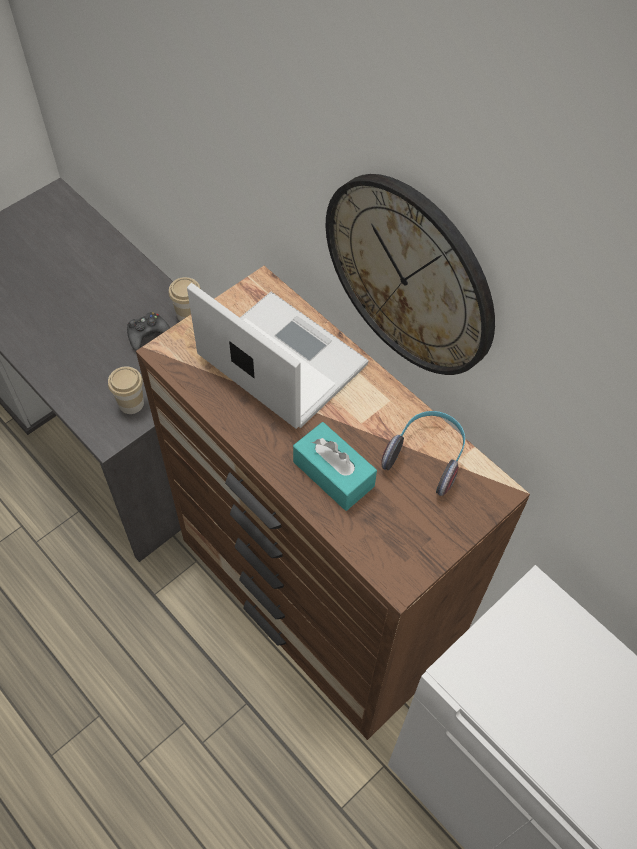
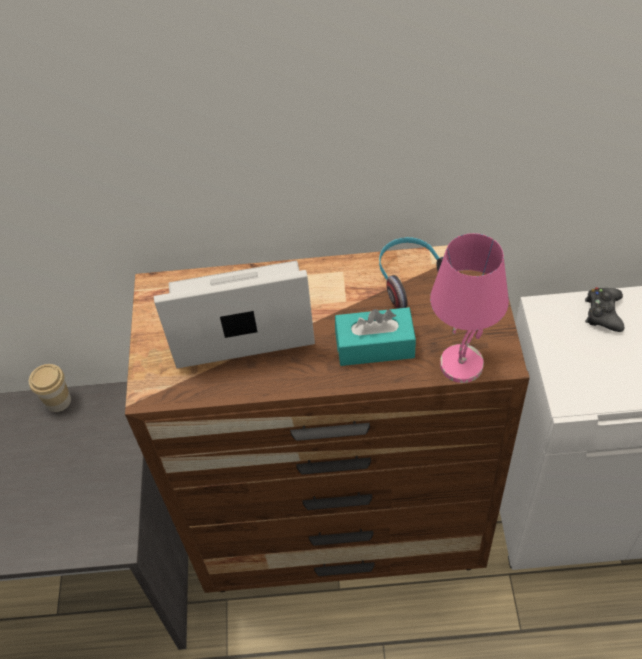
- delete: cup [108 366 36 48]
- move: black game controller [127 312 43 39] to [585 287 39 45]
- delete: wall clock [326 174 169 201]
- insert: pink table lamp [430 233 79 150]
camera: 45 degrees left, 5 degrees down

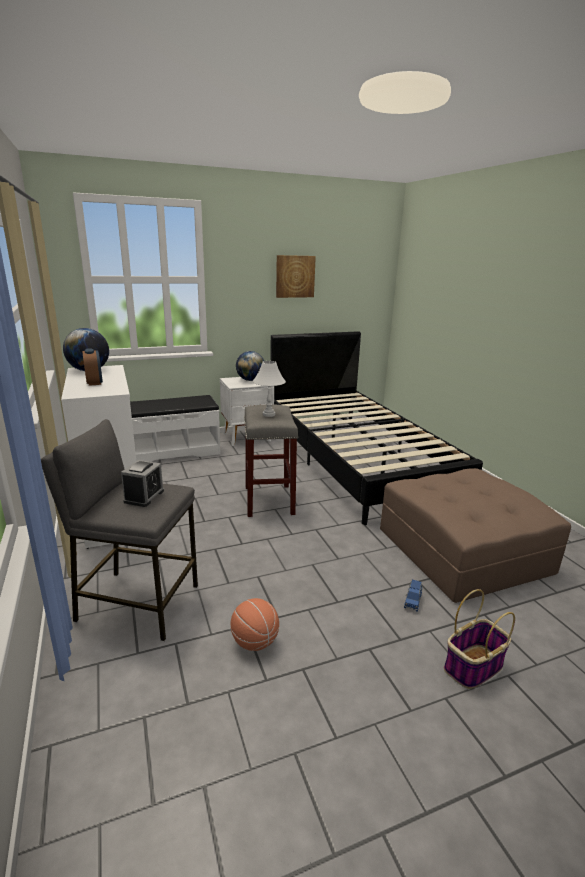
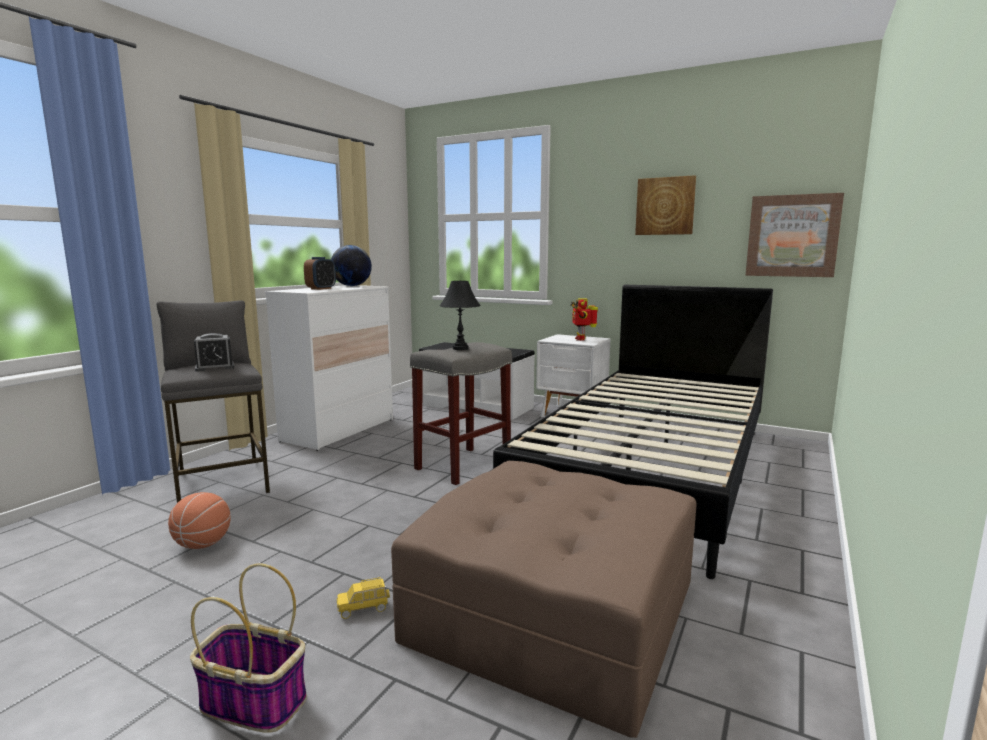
- replace: globe [236 351 28 30] to toy robot [571 299 27 42]
- recolor: white table lamp [253 361 33 56] to black table lamp [440 280 41 70]
- recolor: blue toy car [404 579 18 33] to yellow toy car [337 577 53 42]
- insert: picture [745 193 99 84]
camera: 50 degrees right, 10 degrees down

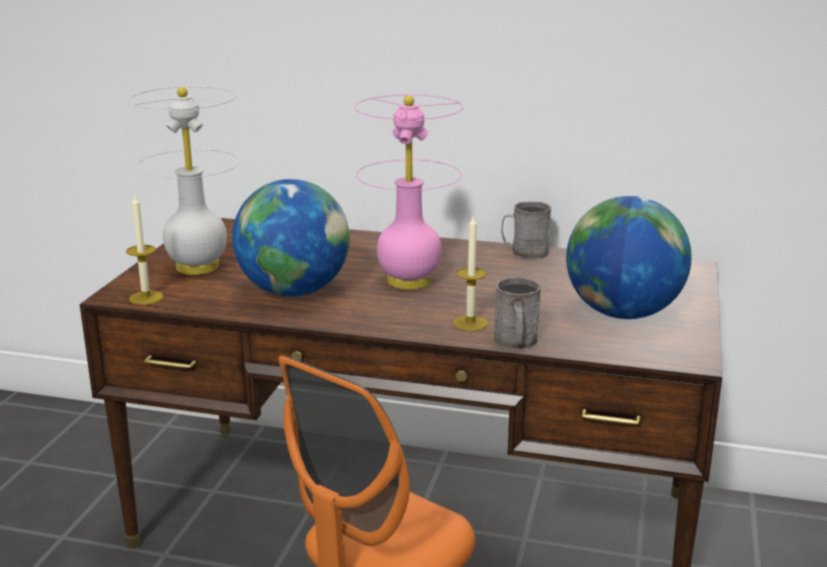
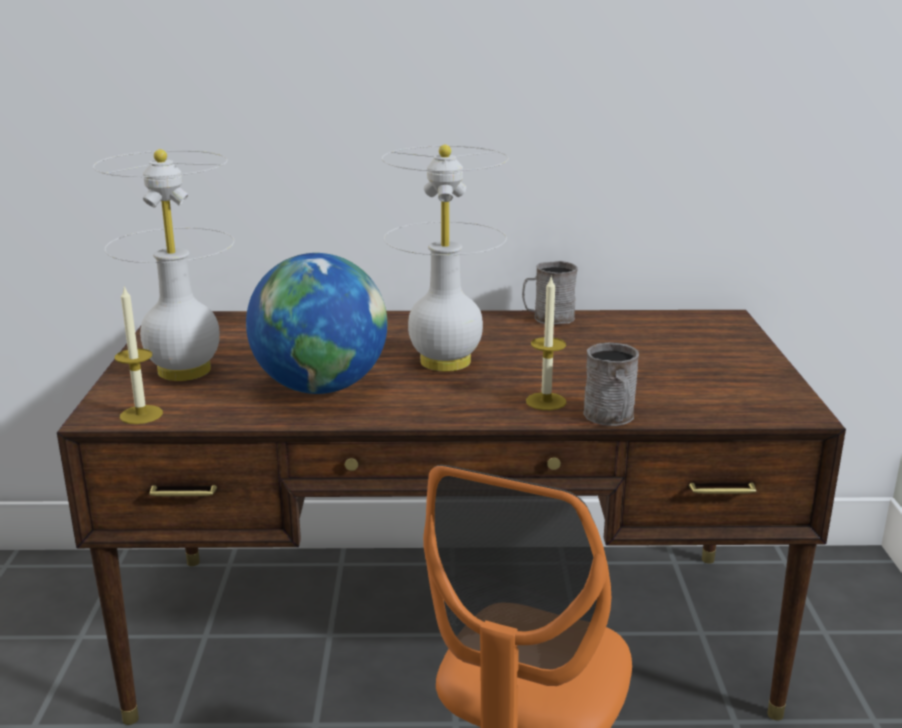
- recolor: pink table lamp [355 95 108 195] to white table lamp [382 145 126 226]
- delete: globe [566 196 126 123]
camera: 15 degrees left, 0 degrees up

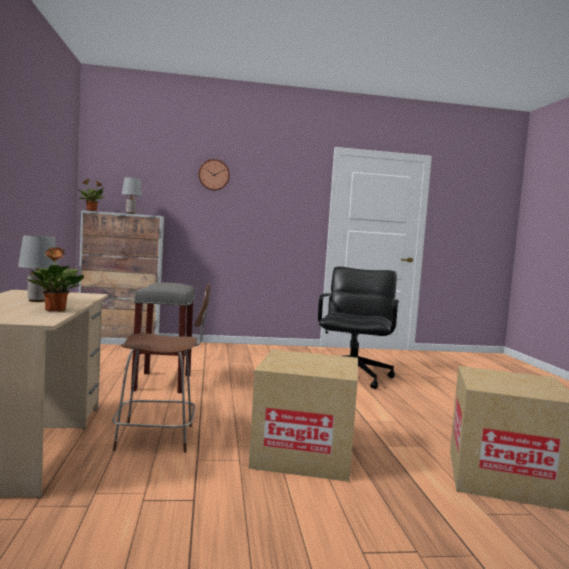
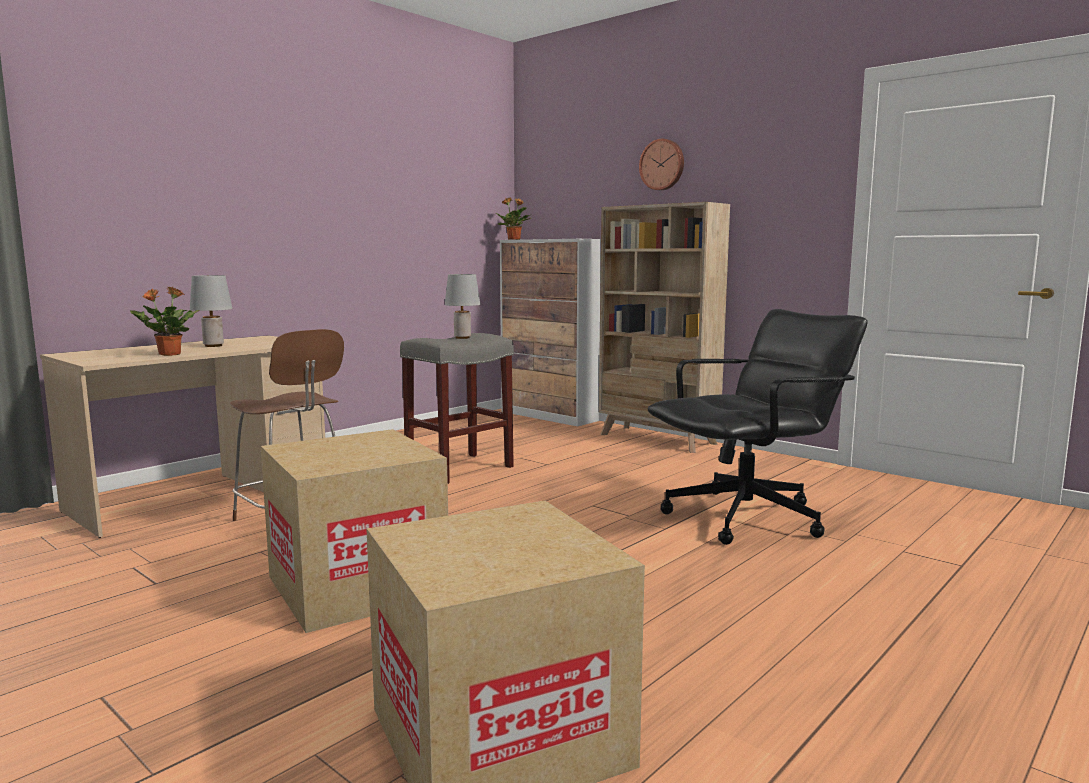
- move: grey table lamp [122 177 20 37] to [445 274 35 65]
- insert: beige bookcase [599 202 131 251]
camera: 50 degrees right, 5 degrees up

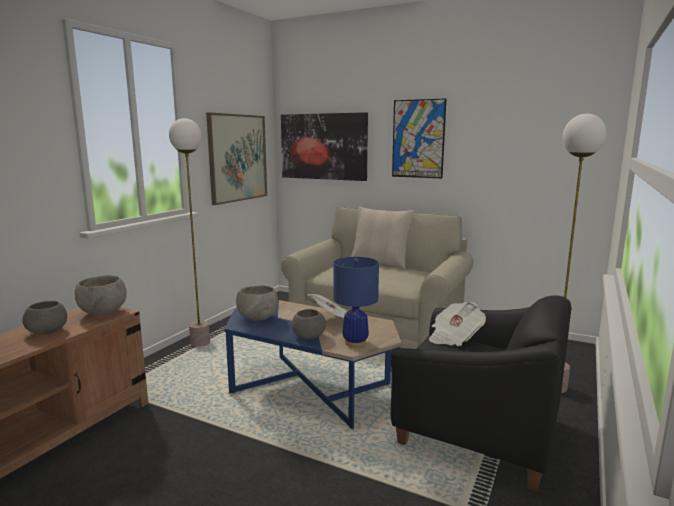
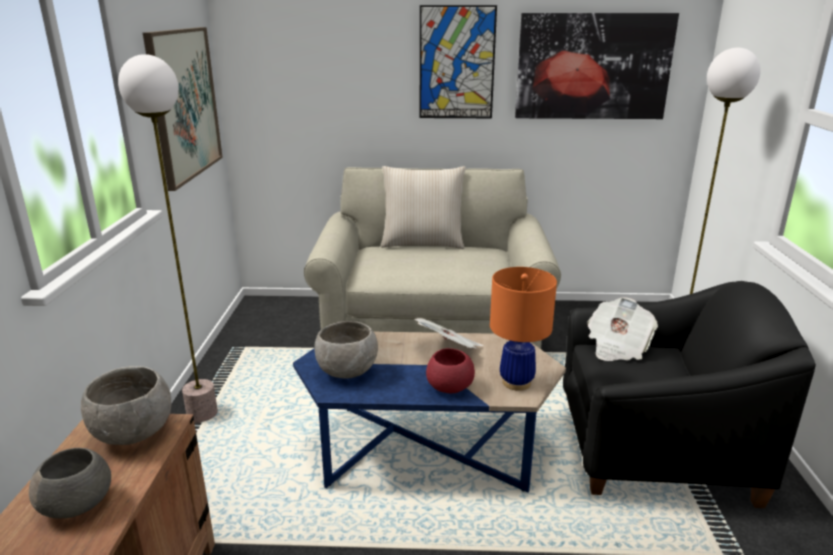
- move: picture [281 112 87 69] to [515 13 164 106]
- recolor: grey bowl [291 309 35 30] to red bowl [426 348 49 45]
- recolor: blue table lamp [334 257 45 90] to orange table lamp [490 267 67 124]
camera: 25 degrees left, 10 degrees up

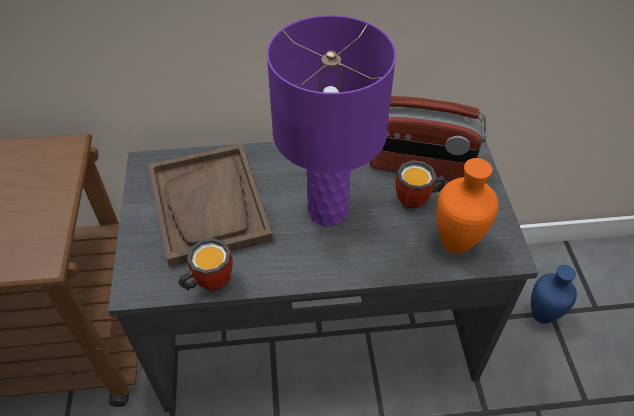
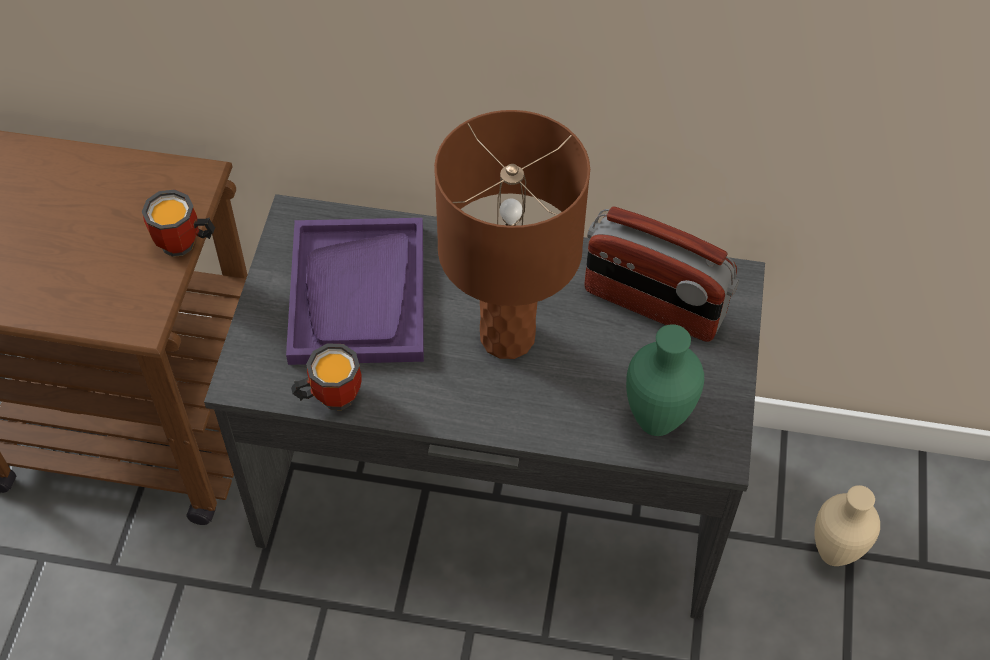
- recolor: brown tray [148 144 125 123] to purple tray [286 218 138 147]
- recolor: purple table lamp [267 15 129 211] to brown table lamp [434 110 156 249]
- move: mug [396 160 49 51] to [142 189 73 68]
- recolor: orange vase [436 158 62 96] to green vase [626 324 78 112]
- recolor: blue vase [531 265 46 59] to beige vase [815 485 65 81]
camera: 15 degrees right, 5 degrees up

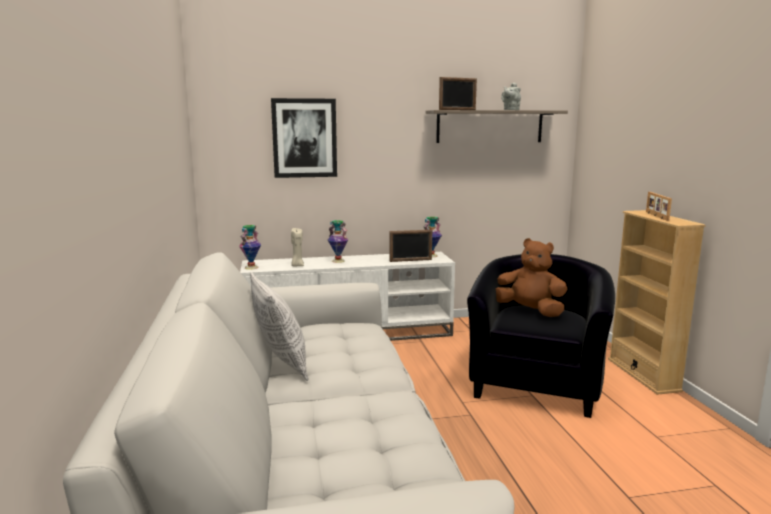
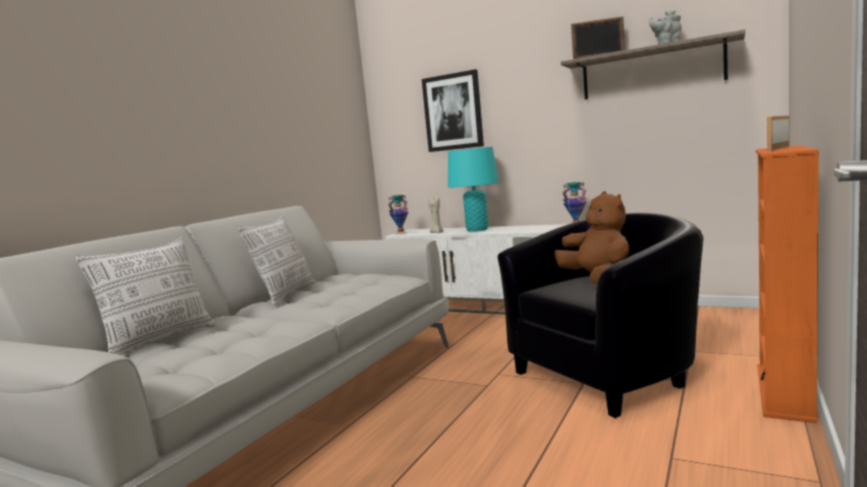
- replace: vase [328 220 21 43] to turquoise table lamp [448 147 51 85]
- delete: picture frame [390 230 42 32]
- recolor: beige bookcase [608 210 97 185] to orange bookcase [756 145 63 278]
- insert: pillow [75 237 140 118]
camera: 40 degrees right, 5 degrees down

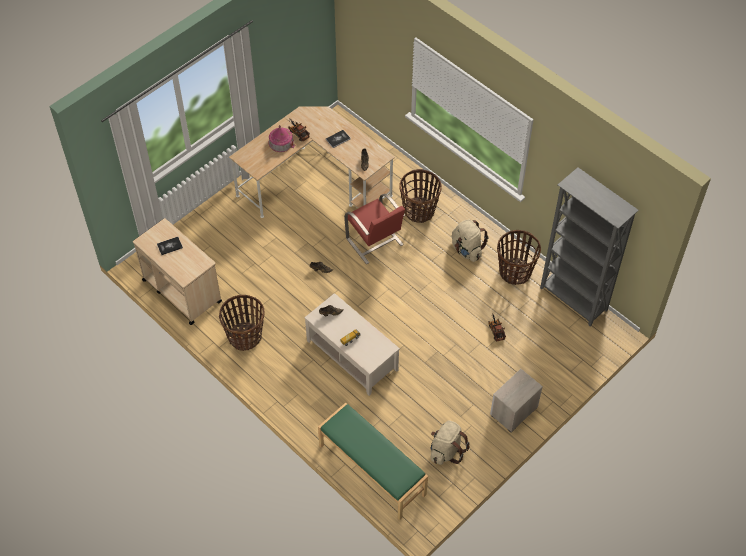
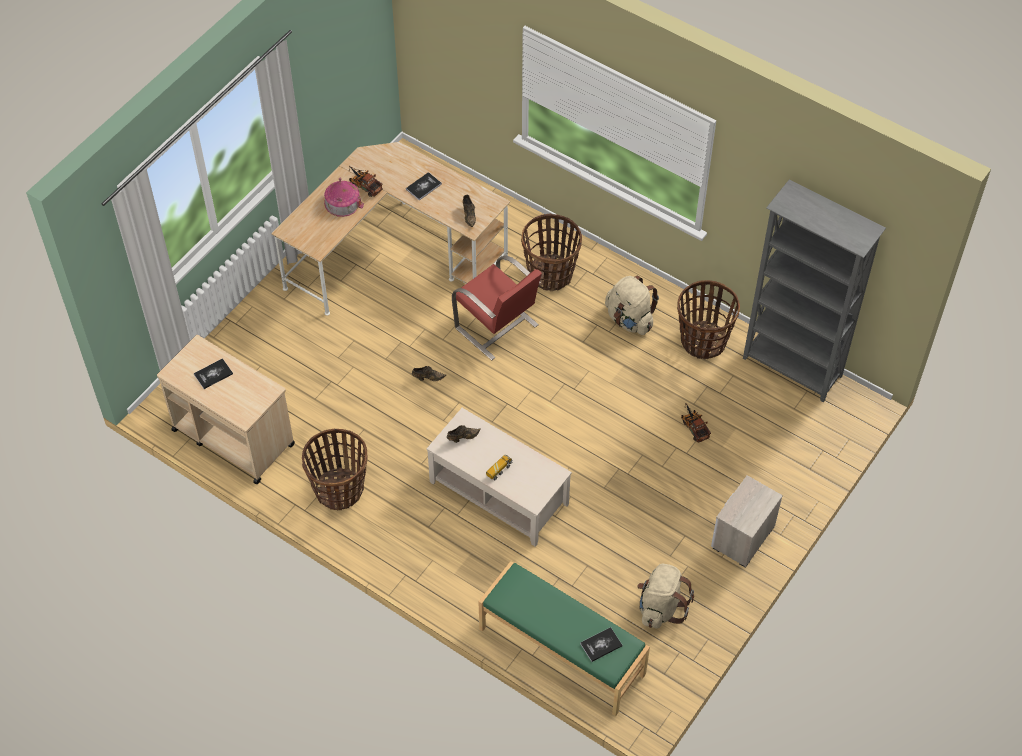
- insert: book [580 627 43 35]
camera: 10 degrees left, 0 degrees up

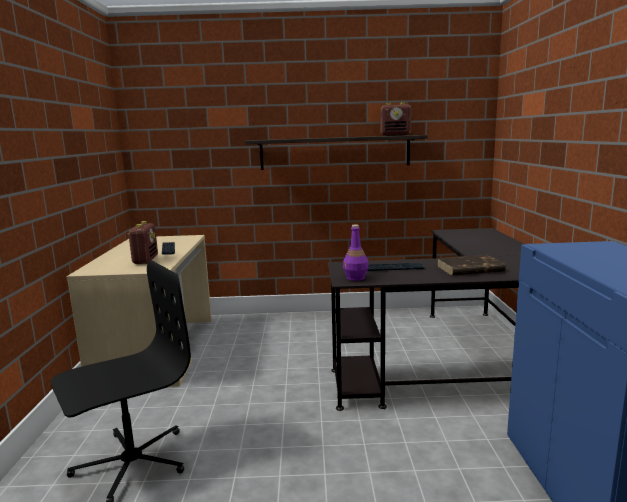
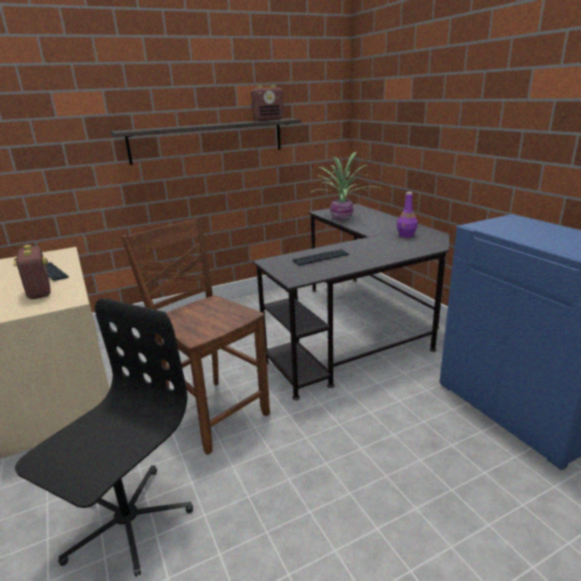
- move: purple bottle [343 225 26 56] to [397 192 21 45]
- delete: brown book [437 255 69 21]
- insert: brown chair [121 217 149 238]
- insert: potted plant [309 152 73 68]
camera: 25 degrees left, 10 degrees up

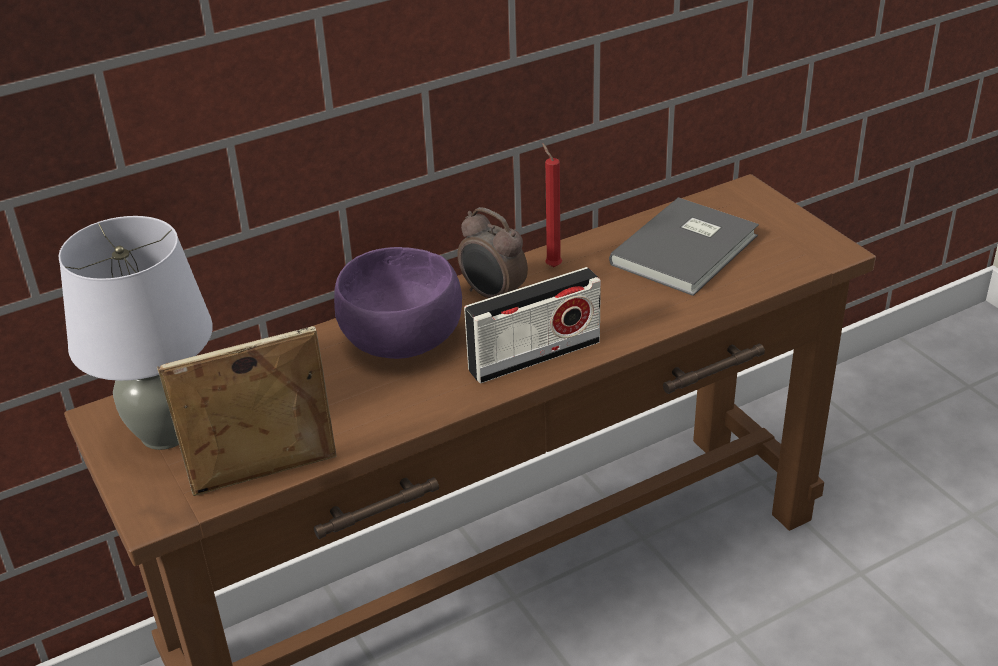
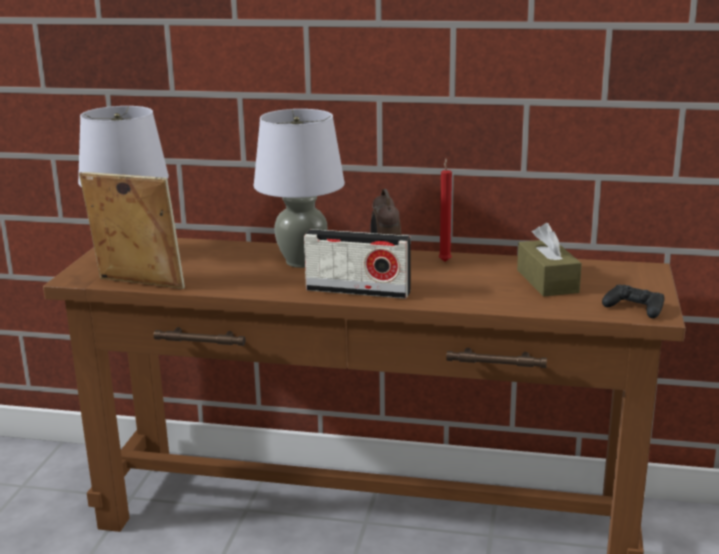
- replace: purple bowl [334 247 128 112] to grey table lamp [253 109 92 159]
- replace: grey book [609 197 150 99] to brown tissue box [517 223 65 74]
- insert: black game controller [602 284 62 34]
camera: 40 degrees right, 15 degrees down

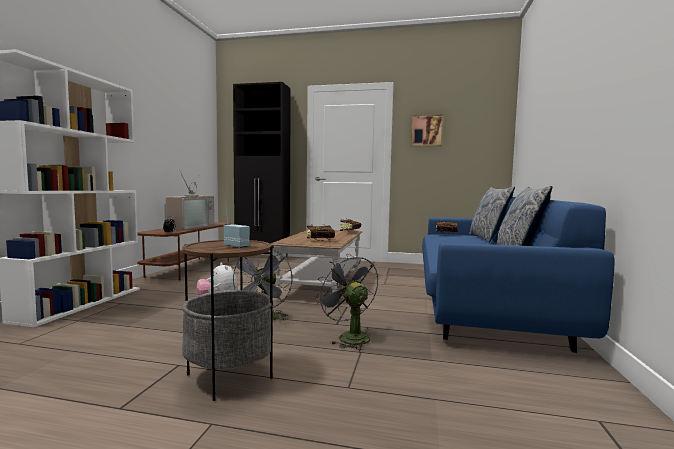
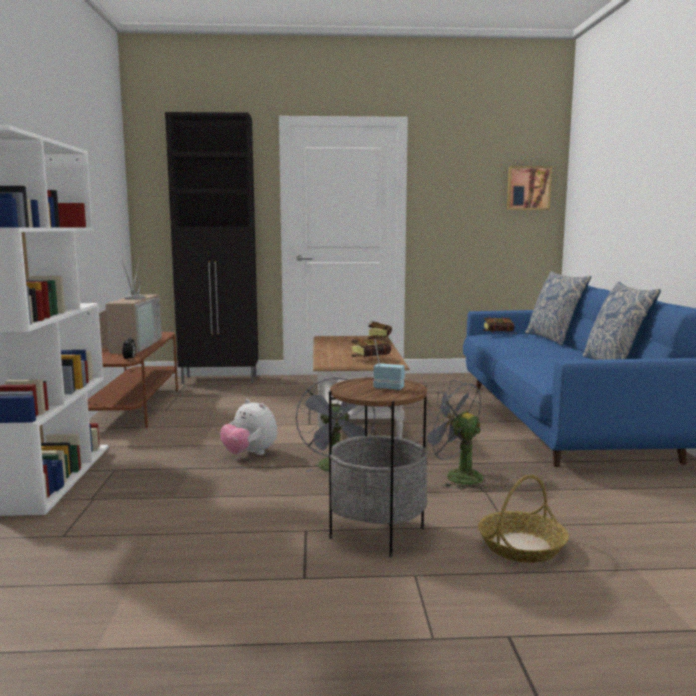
- move: picture [411 114 32 32] to [507 166 45 44]
- insert: basket [478 474 91 89]
camera: 15 degrees left, 5 degrees up

